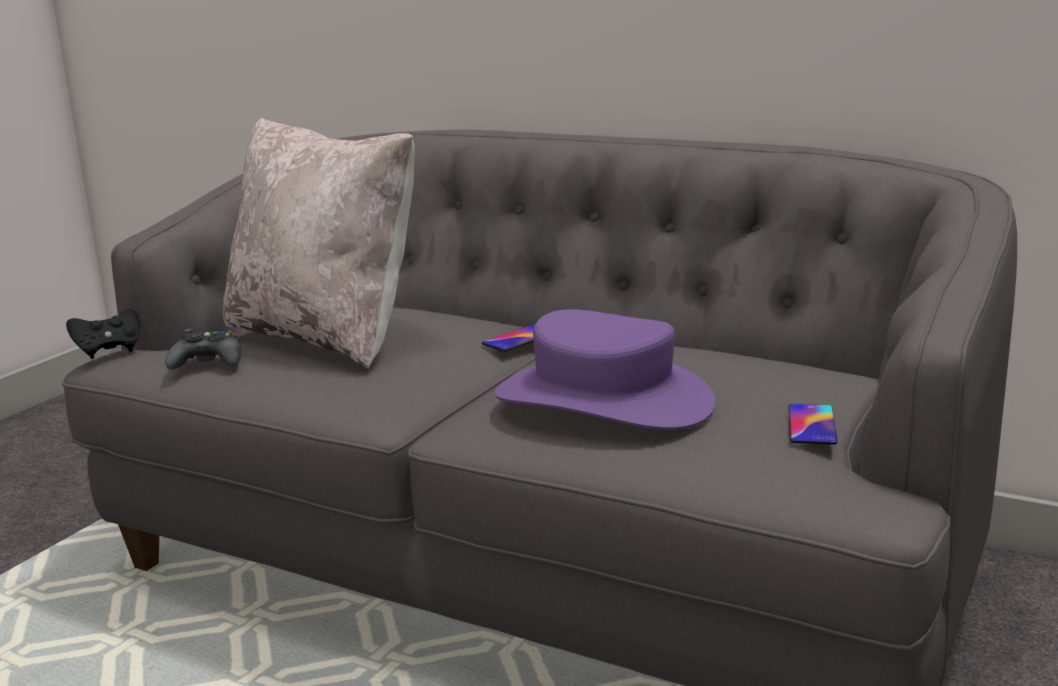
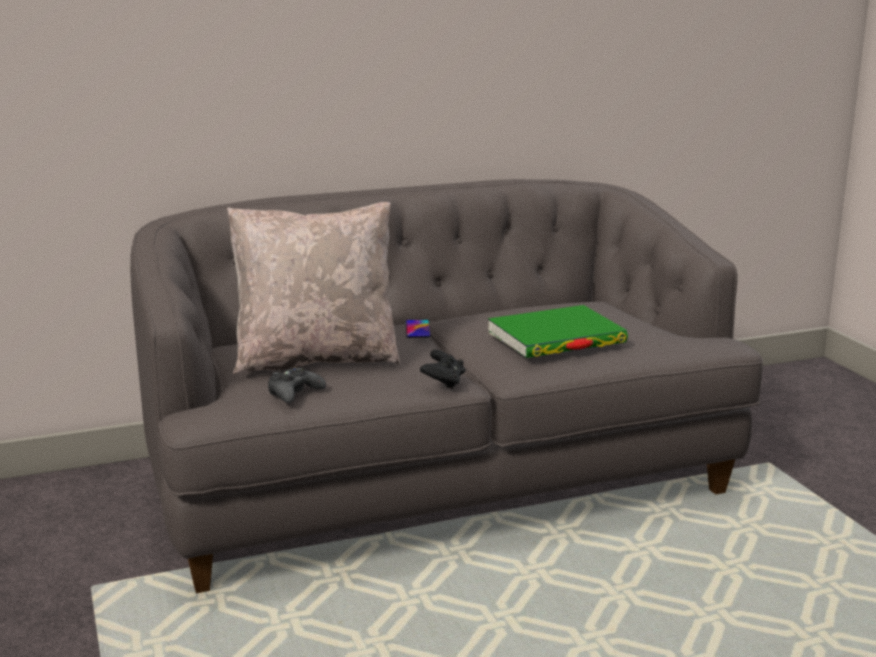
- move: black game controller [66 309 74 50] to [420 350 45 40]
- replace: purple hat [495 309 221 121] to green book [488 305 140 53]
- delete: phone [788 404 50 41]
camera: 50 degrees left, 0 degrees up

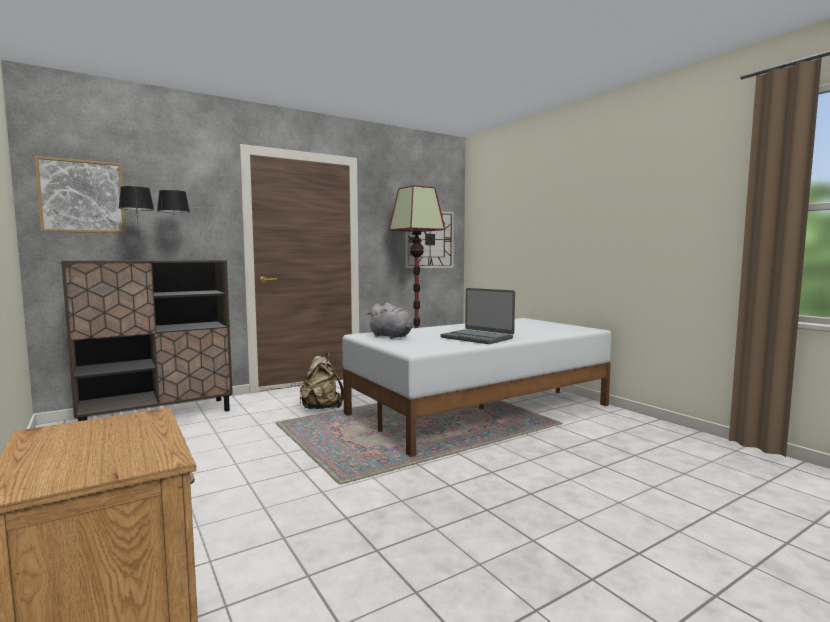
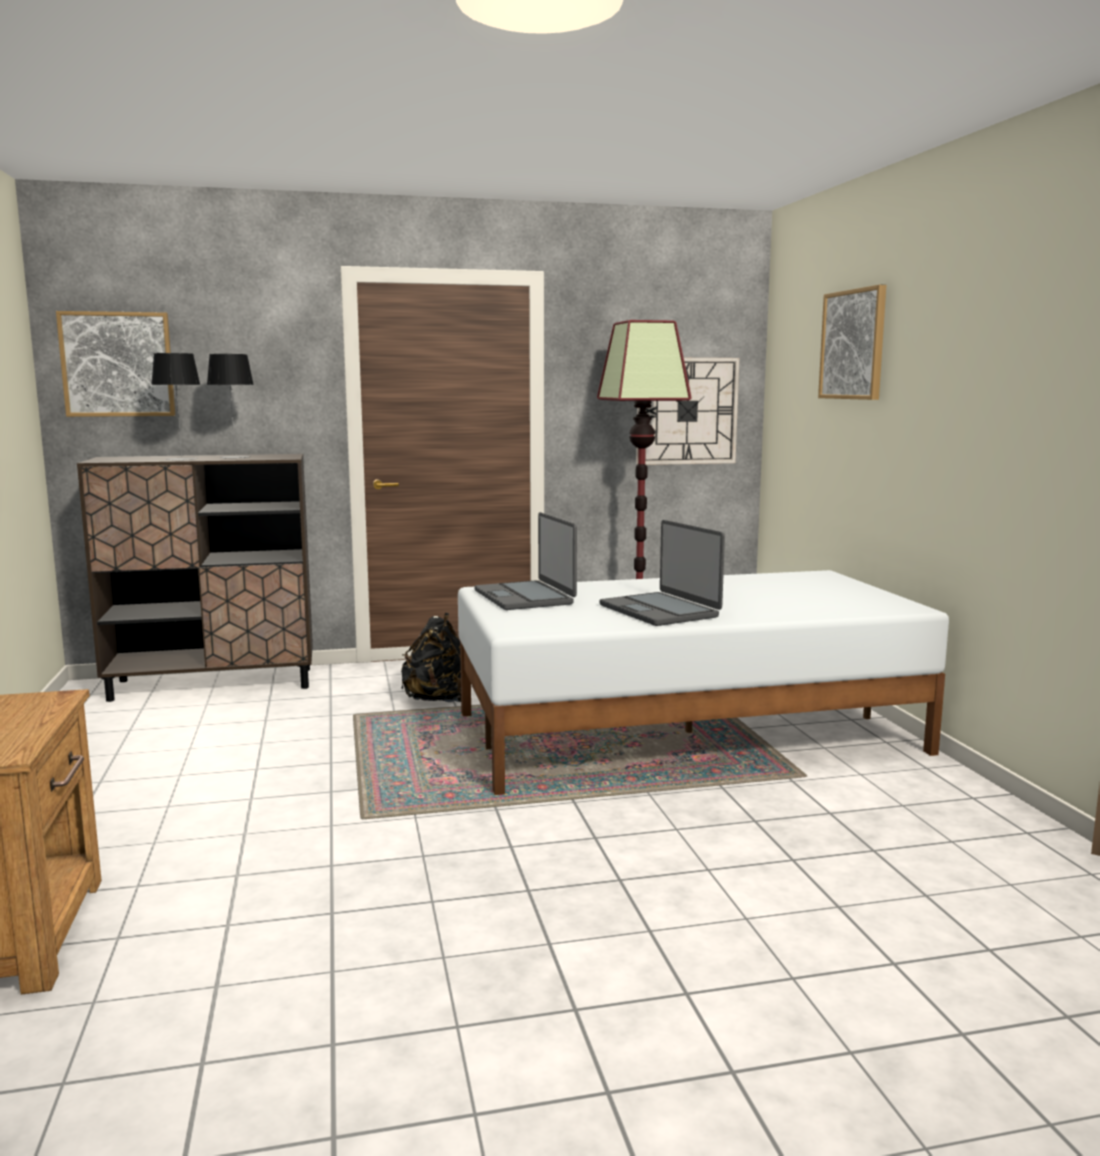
- recolor: beige backpack [300 353 44 56] to black backpack [401 613 60 89]
- replace: grey plush toy [367 303 46 36] to laptop [475 512 102 98]
- insert: picture [818 285 68 115]
camera: 20 degrees right, 5 degrees up

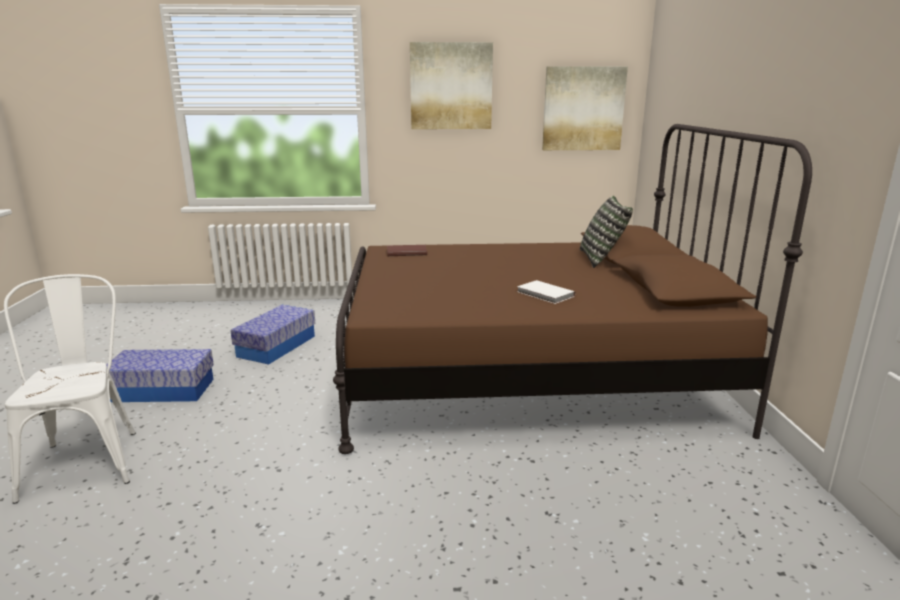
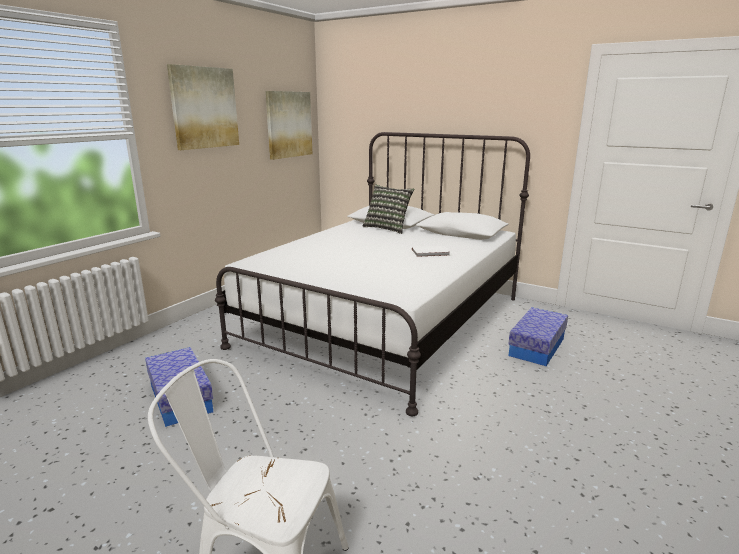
- move: storage box [107 349 107 53] to [508 307 60 59]
- recolor: brown bed [333 124 479 330] to white bed [215 132 315 284]
- delete: brown book [387 245 40 11]
camera: 55 degrees left, 0 degrees up

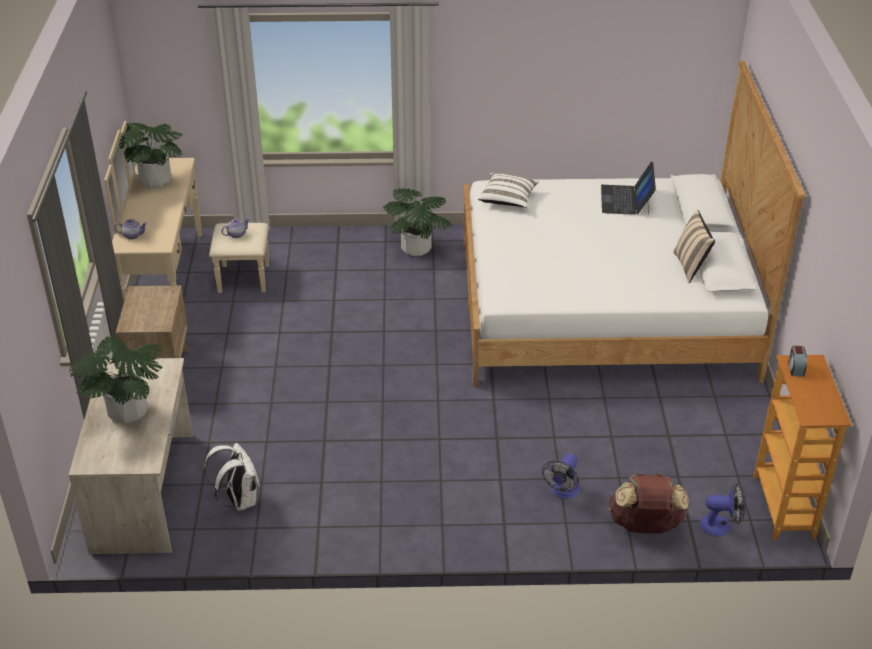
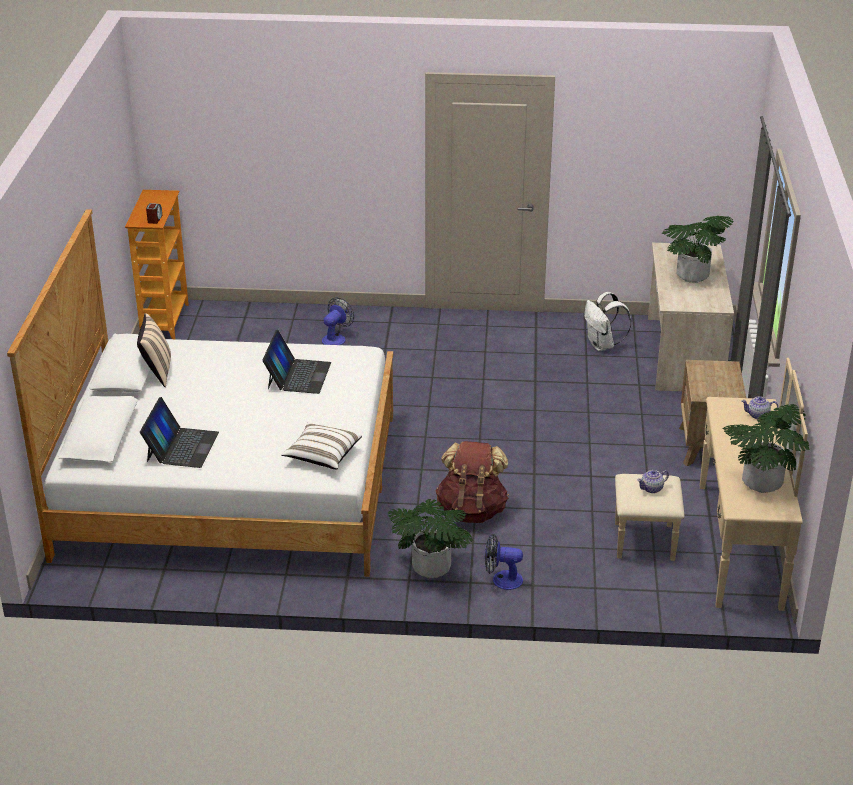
- move: brown backpack [608 473 81 61] to [436 441 73 82]
- move: fan [700 483 46 53] to [485 534 38 56]
- insert: laptop [262 330 69 64]
camera: 175 degrees left, 5 degrees down

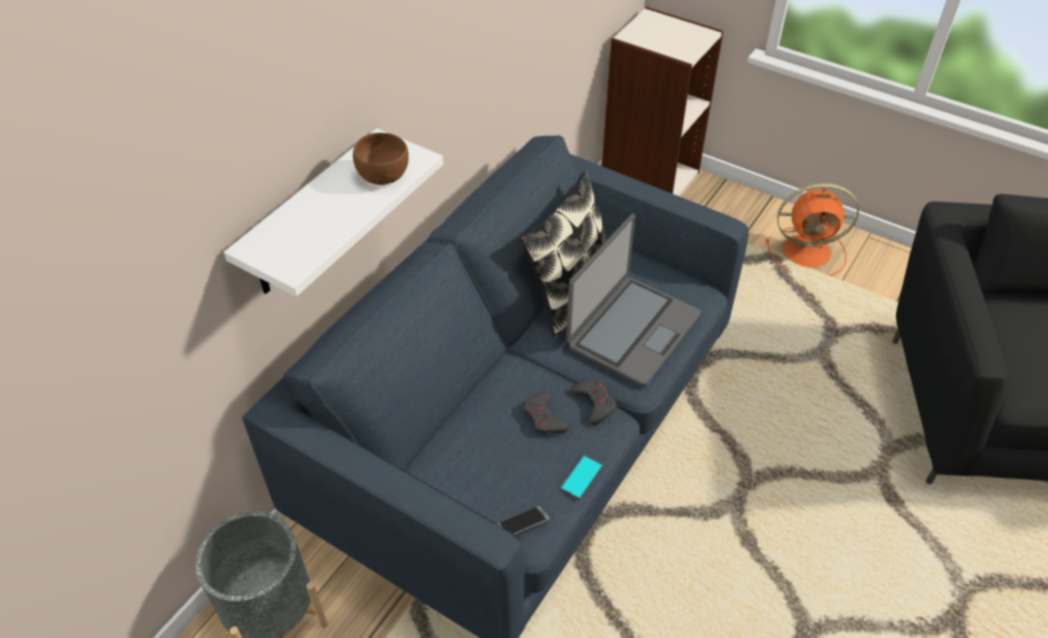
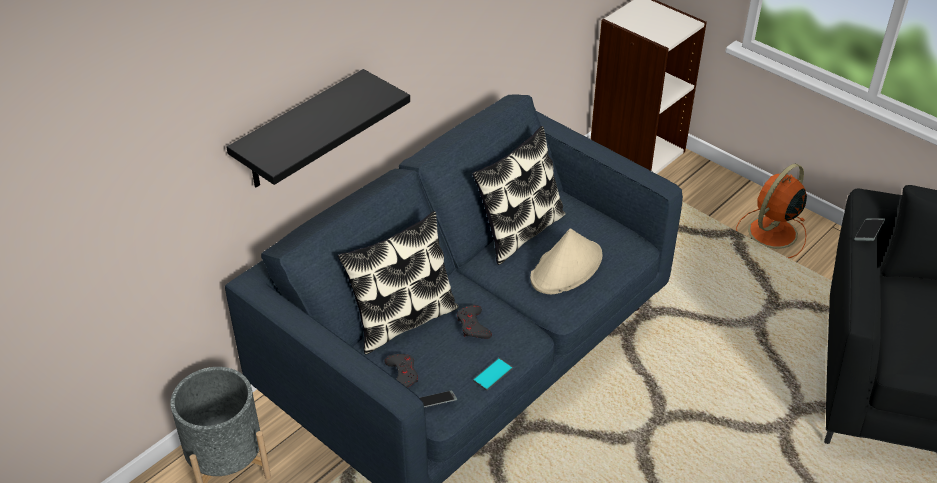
- recolor: white shelf [224 129 220 168] to black shelf [227 69 183 118]
- delete: brown bowl [353 133 56 52]
- replace: laptop [566 214 135 173] to beige hat [530 228 73 66]
- move: grey game controller [572 380 44 45] to [384 354 34 34]
- rotate: orange fan [766 184 93 92] = [736 164 71 94] 120 degrees clockwise
- insert: pillow [338 211 120 144]
- insert: phone [854 218 31 23]
camera: 10 degrees right, 5 degrees down

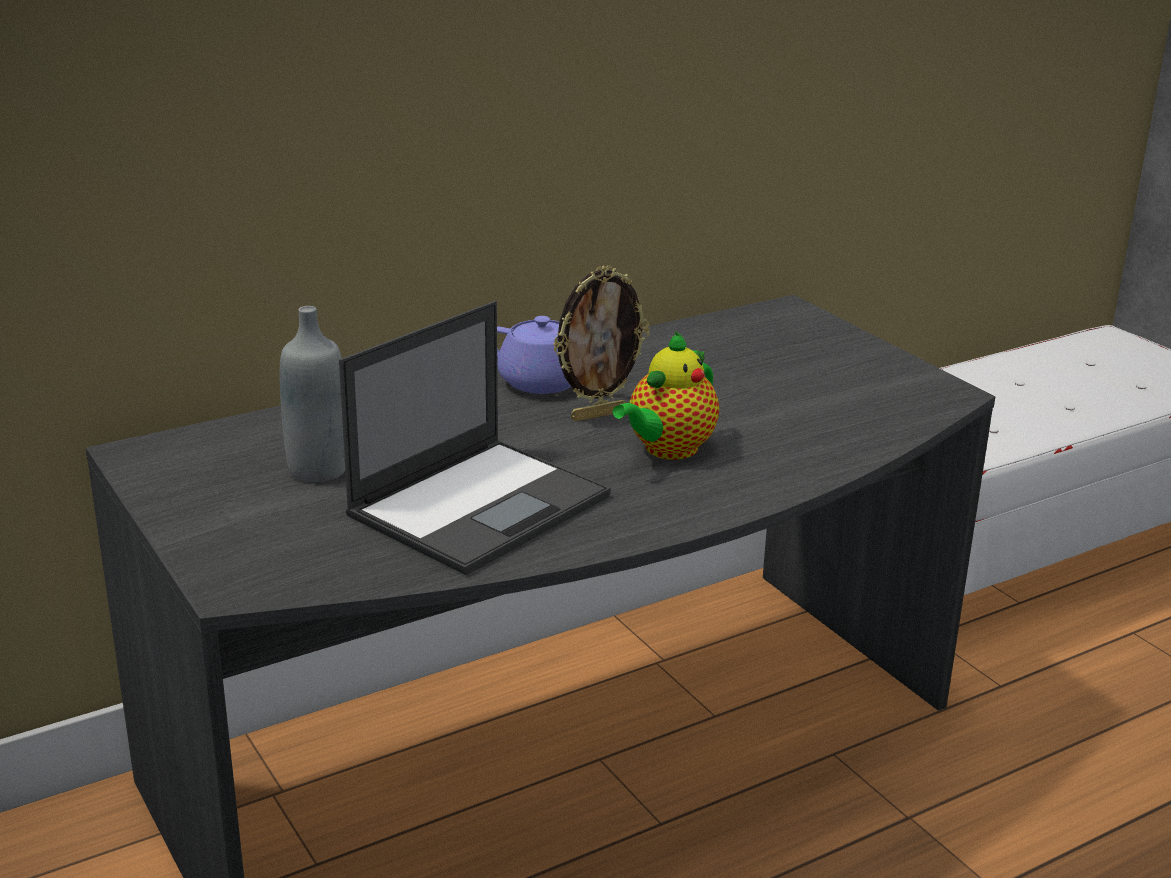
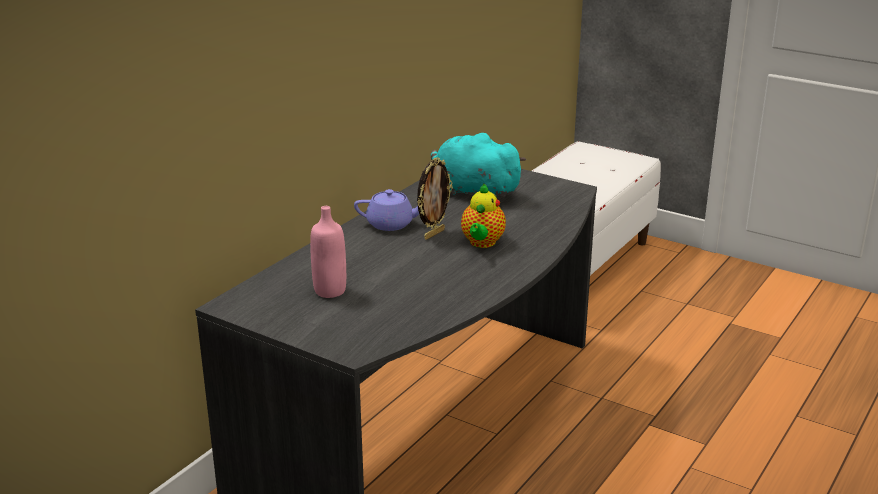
- recolor: grey bottle [280 306 65 176] to pink bottle [310 206 36 92]
- delete: laptop [339 301 272 274]
- insert: turquoise plush toy [431 133 95 66]
camera: 25 degrees left, 0 degrees up

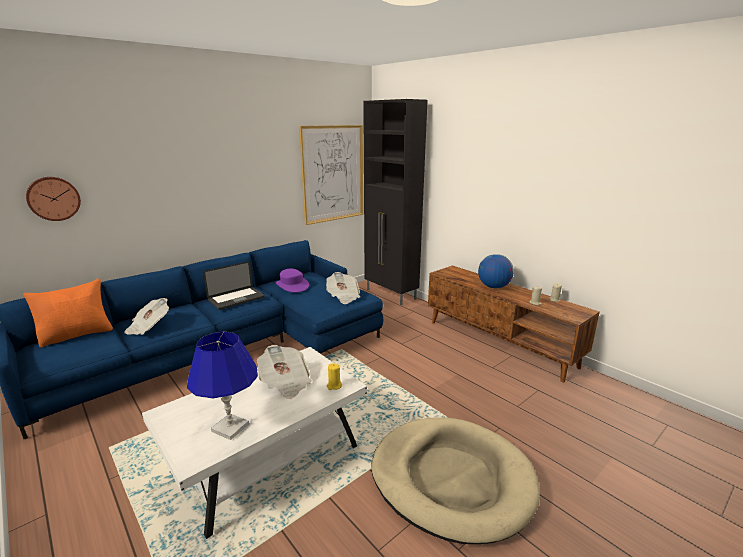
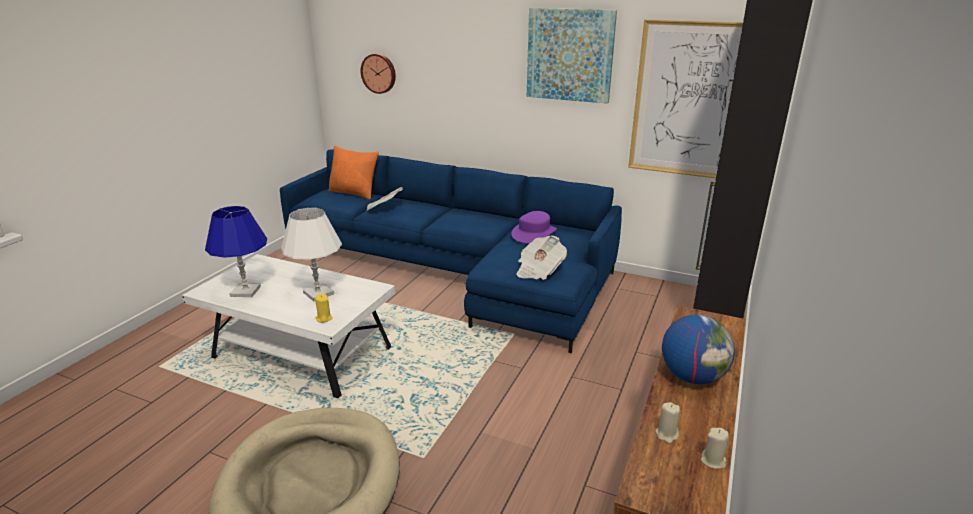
- delete: laptop [203 261 62 49]
- replace: newspaper [257 345 55 54] to white table lamp [281 208 61 93]
- insert: picture [527 8 90 96]
camera: 65 degrees right, 5 degrees up

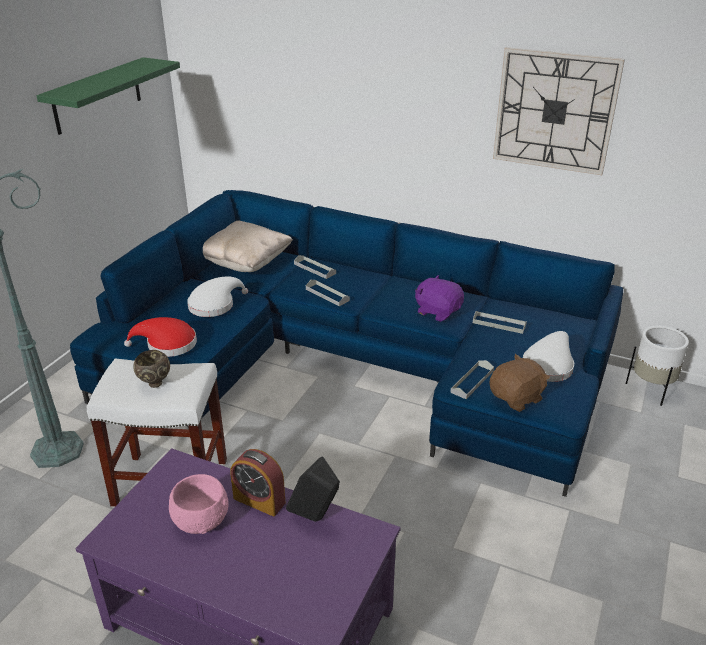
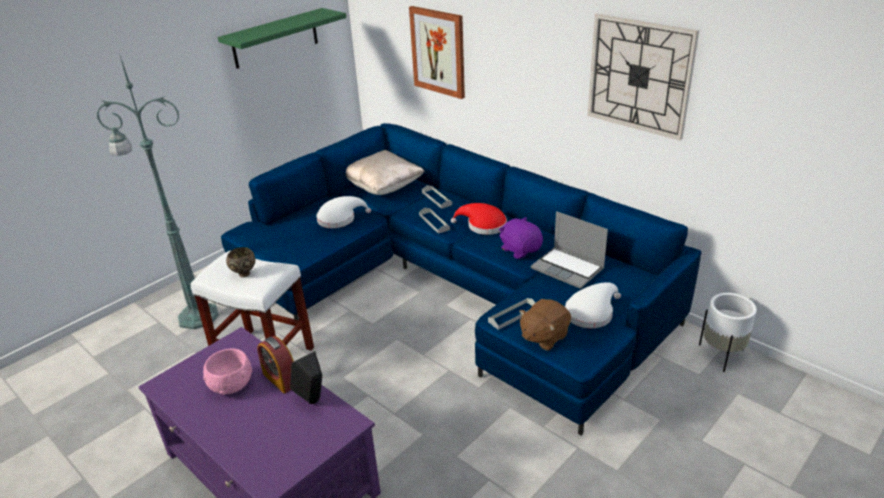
- move: red hat [124 317 73 40] to [451 203 56 32]
- replace: grey tray [473 311 54 23] to laptop [531 211 77 78]
- rotate: brown plush toy [489 354 61 58] = [519 299 52 52] 150 degrees clockwise
- insert: picture [409 6 56 93]
camera: 20 degrees right, 0 degrees up

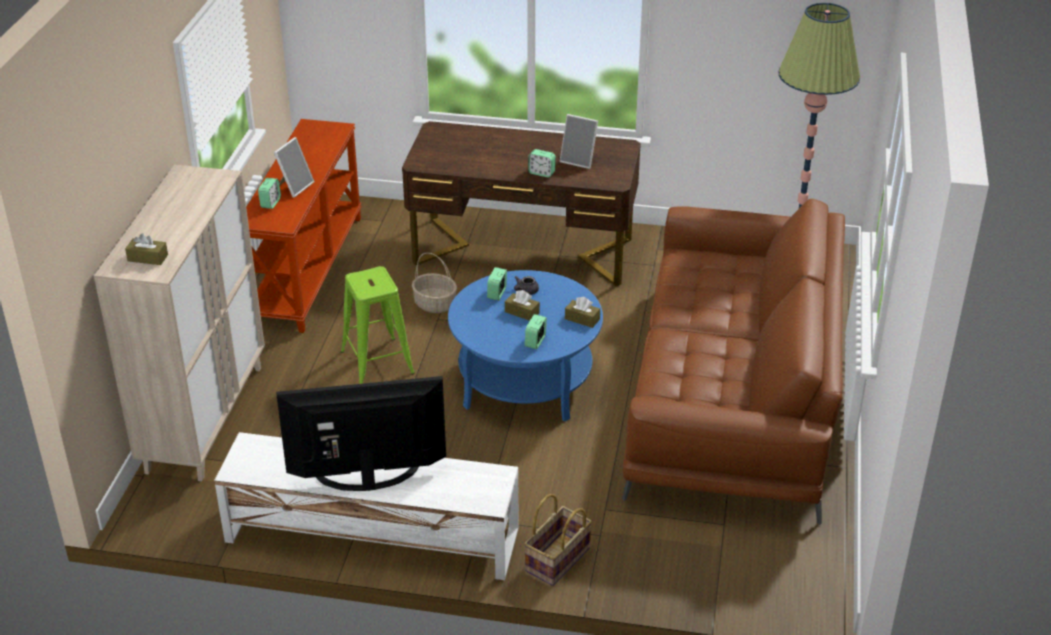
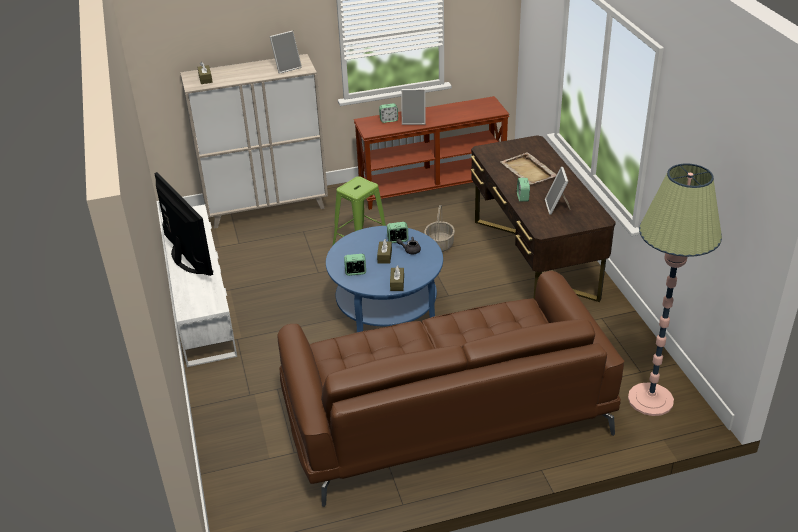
- delete: basket [524 494 68 92]
- insert: picture frame [270 31 32 43]
- insert: beige tray [500 152 57 33]
camera: 65 degrees right, 0 degrees up

